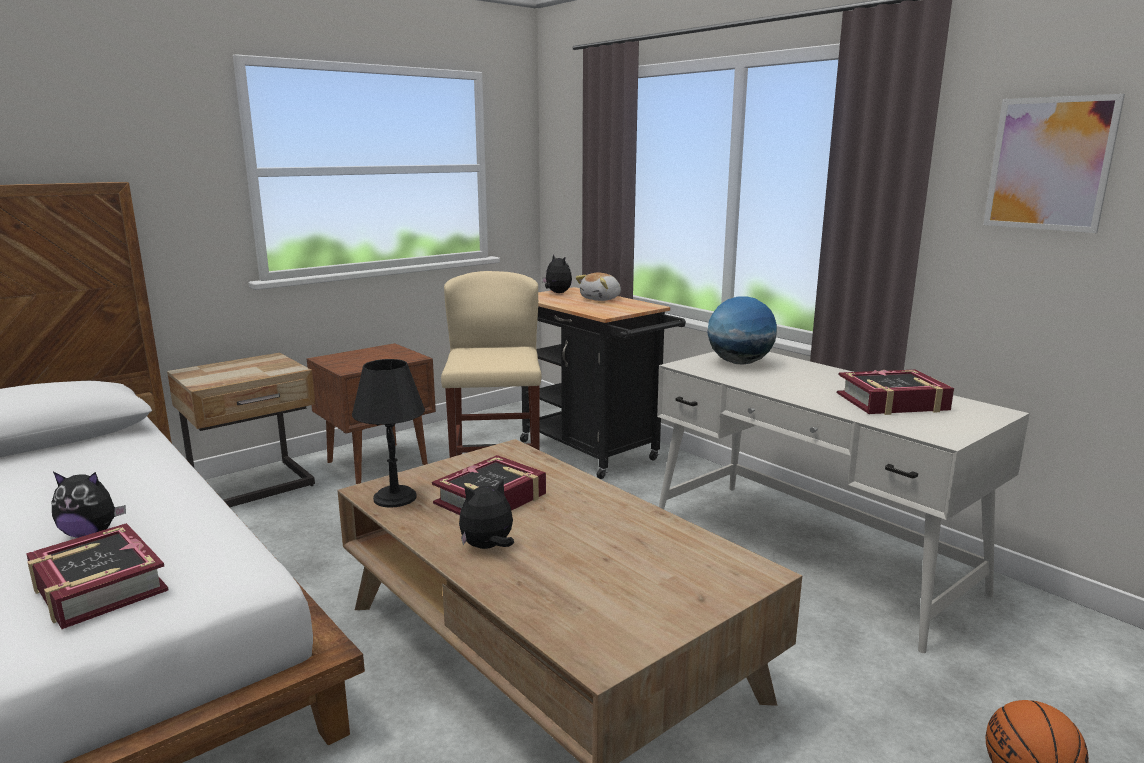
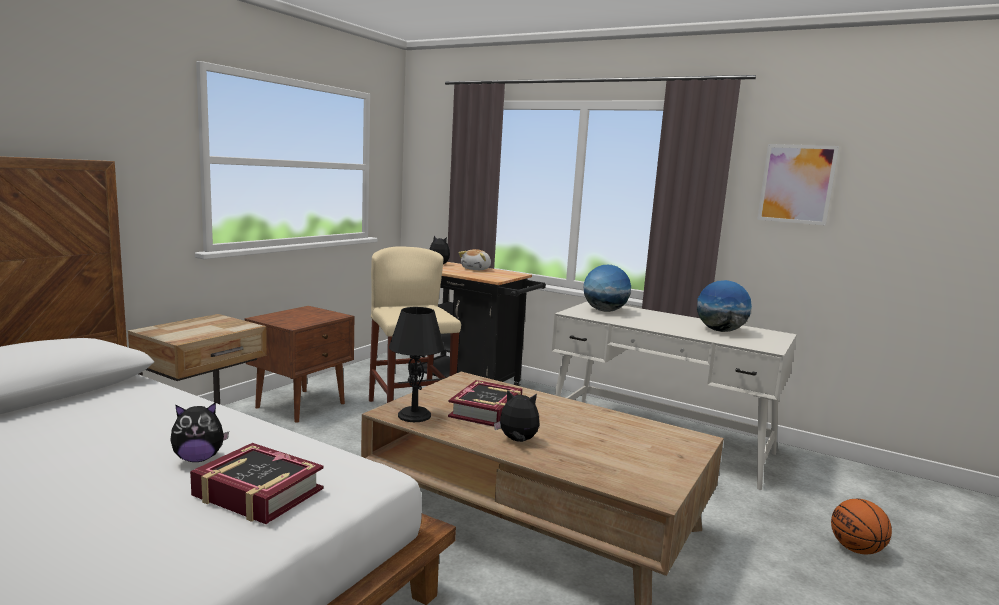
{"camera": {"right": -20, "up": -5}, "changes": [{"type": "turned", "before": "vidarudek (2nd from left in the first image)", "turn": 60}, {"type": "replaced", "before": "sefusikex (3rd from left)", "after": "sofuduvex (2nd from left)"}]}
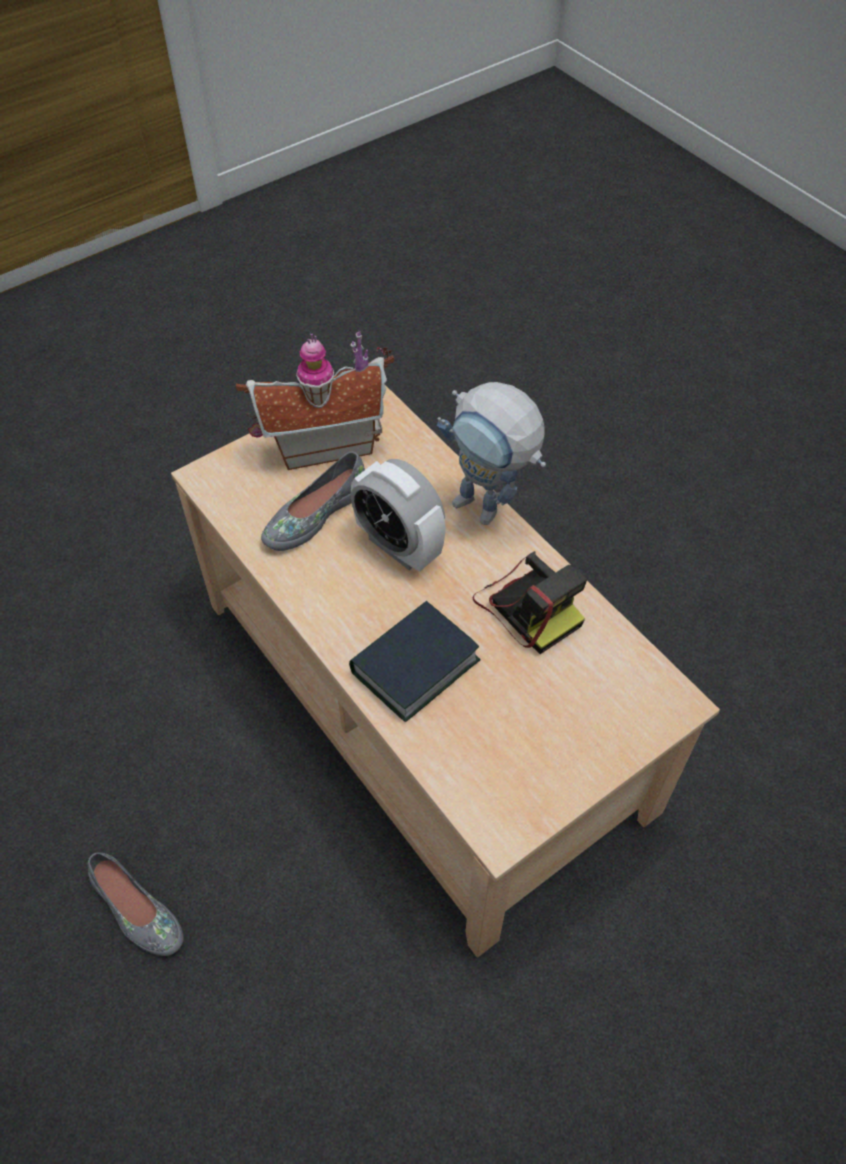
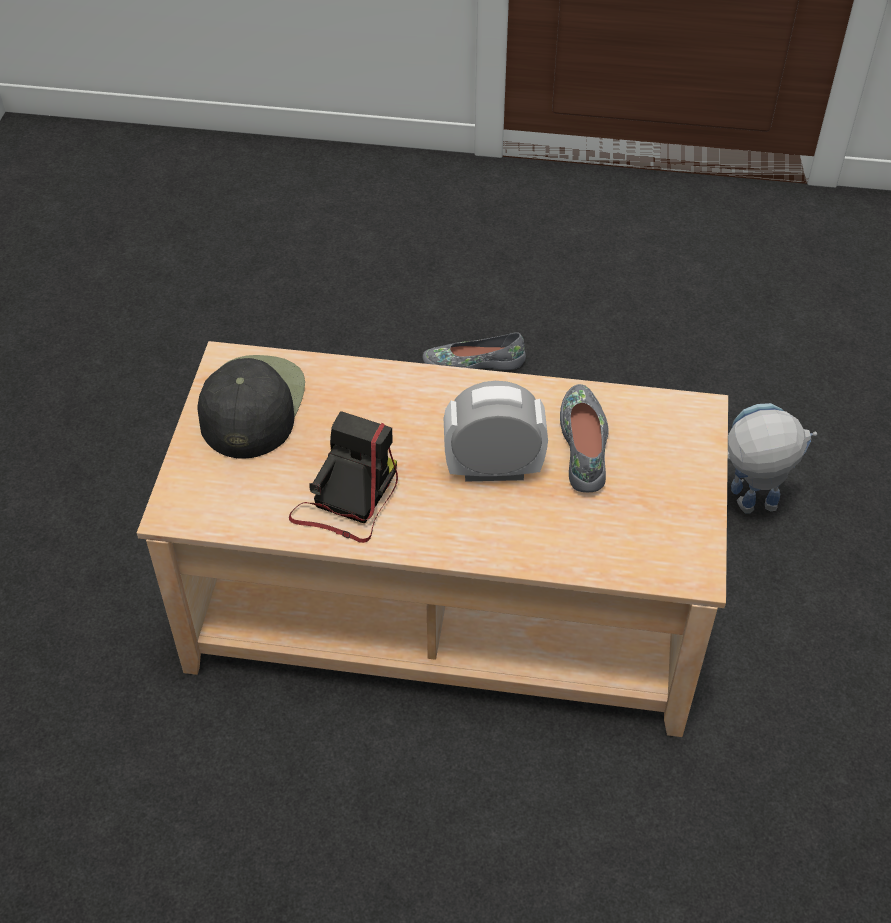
{"camera": {"right": 135, "up": -5}, "changes": [{"type": "added", "after": "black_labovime"}, {"type": "turned", "before": "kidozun", "turn": 105}, {"type": "moved", "before": "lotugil"}, {"type": "removed", "before": "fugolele"}, {"type": "removed", "before": "sefusikex"}]}
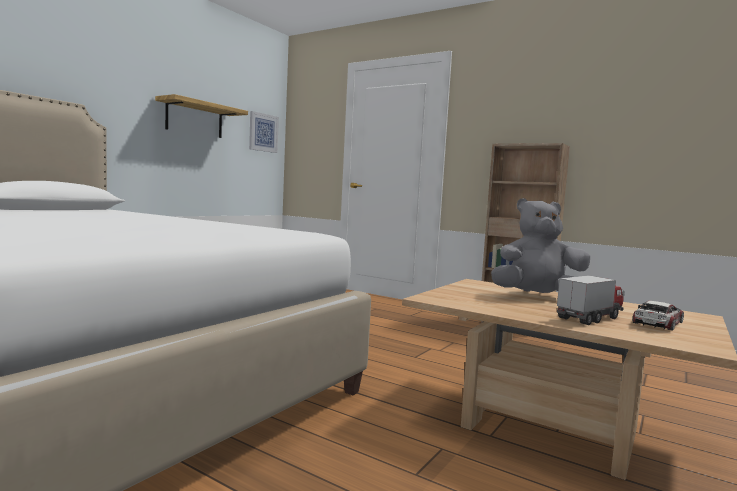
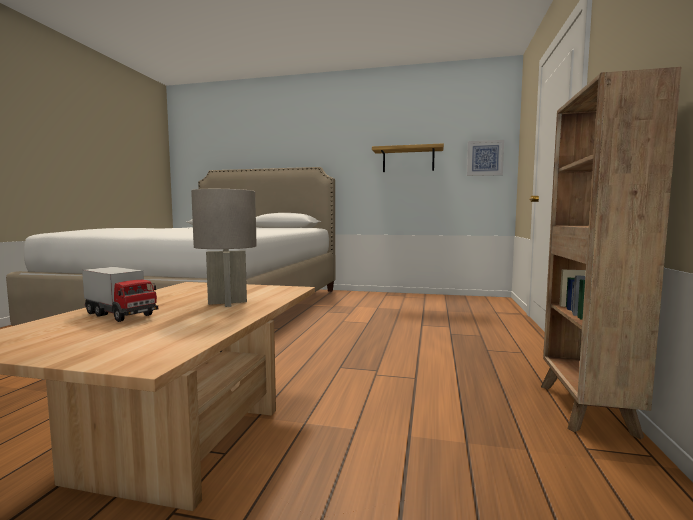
{"camera": {"right": 70, "up": 0}, "changes": [{"type": "replaced", "before": "grey_vidarudek", "after": "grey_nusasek"}, {"type": "removed", "before": "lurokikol"}]}
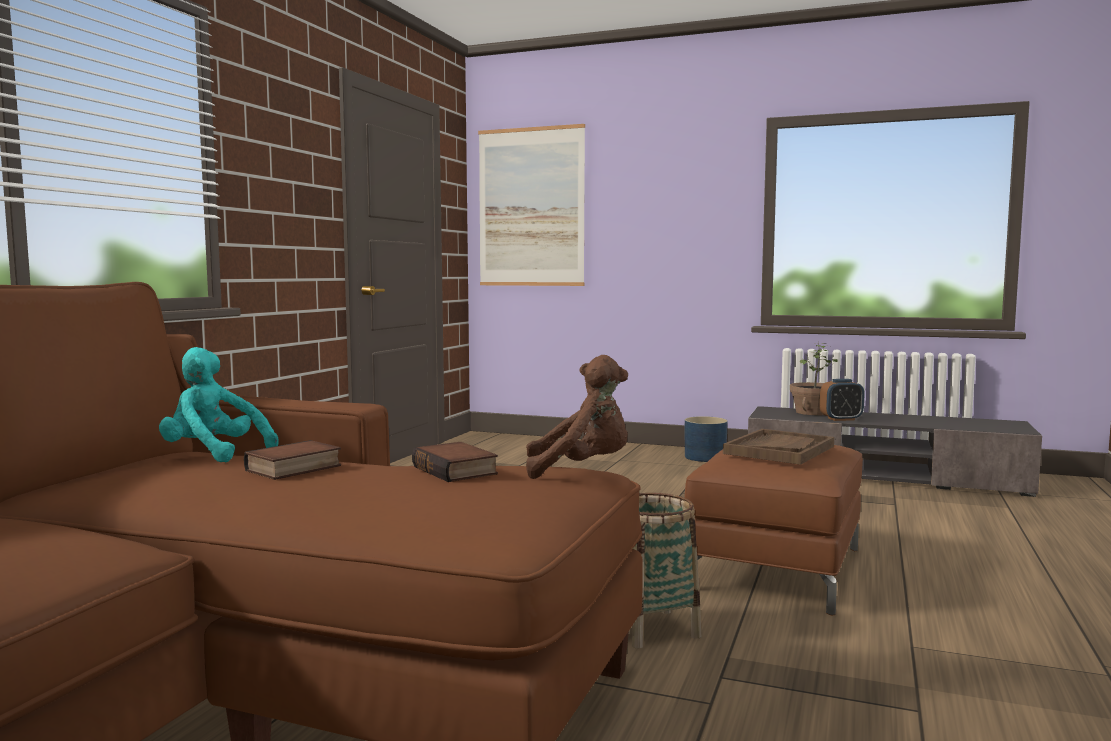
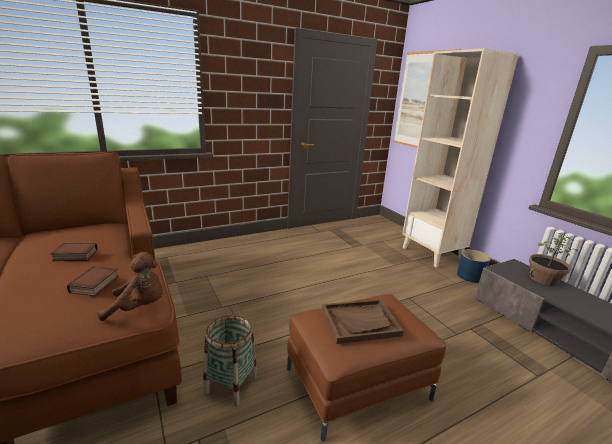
{"camera": {"right": 40, "up": 15}, "changes": [{"type": "turned", "before": "brown_vidarudek", "turn": -45}, {"type": "added", "after": "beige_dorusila"}, {"type": "removed", "before": "turquoise_vidarudek"}, {"type": "removed", "before": "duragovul"}]}
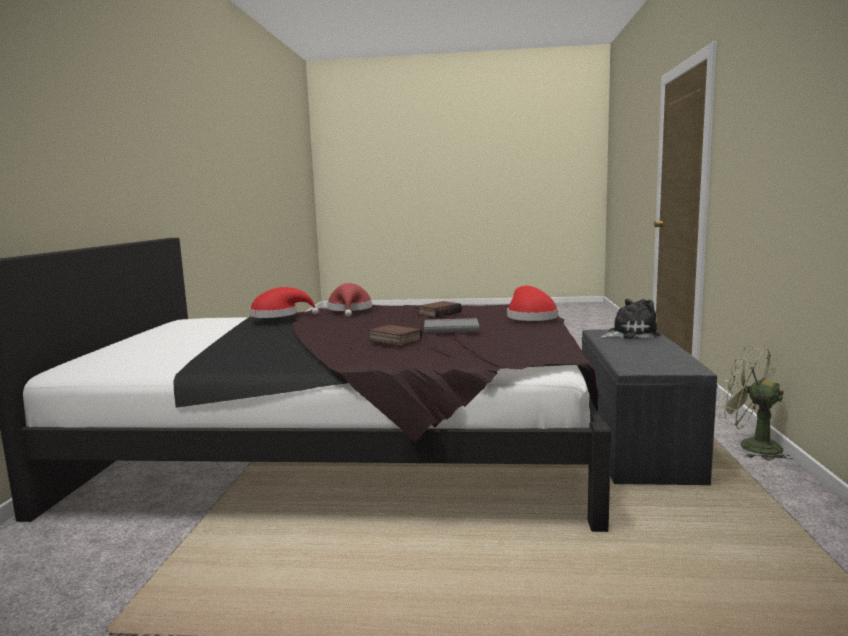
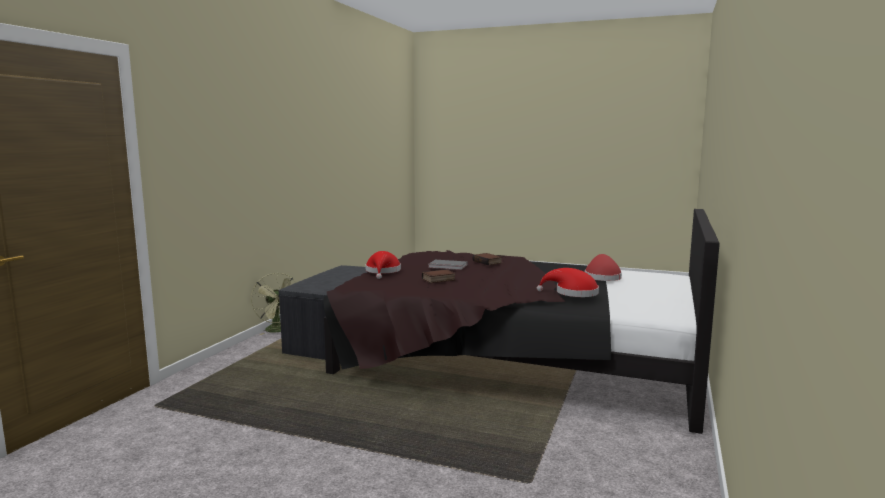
{"camera": {"right": -165, "up": 0}, "changes": [{"type": "moved", "before": "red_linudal (2nd from left in the first image)", "after": "red_linudal (3rd from left)"}, {"type": "removed", "before": "vidarudek"}]}
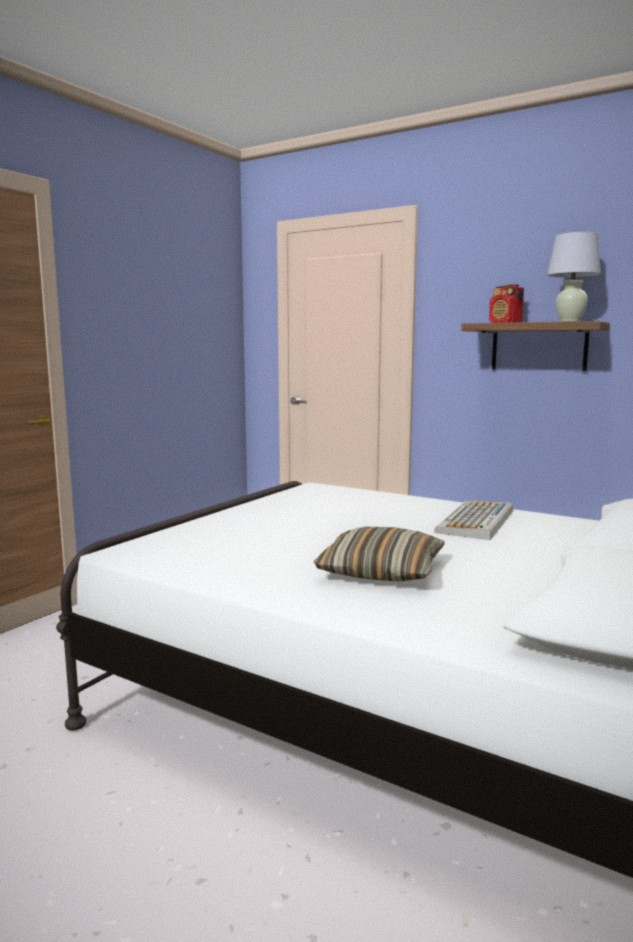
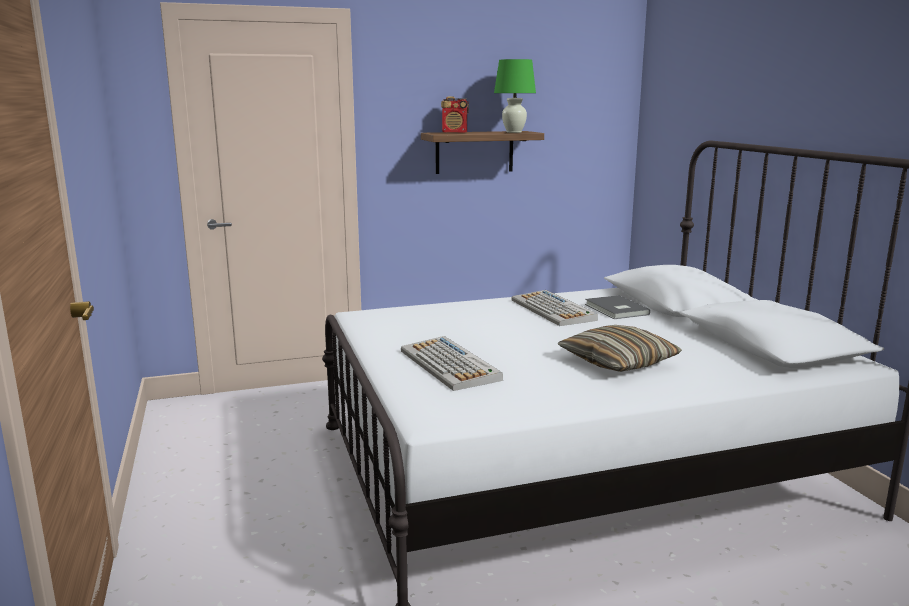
{"camera": {"right": -50, "up": 5}, "changes": [{"type": "added", "after": "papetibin (1st from left)"}, {"type": "recoloured", "before": "white_nusasek", "after": "green_nusasek"}, {"type": "added", "after": "grey_sefusikex"}]}
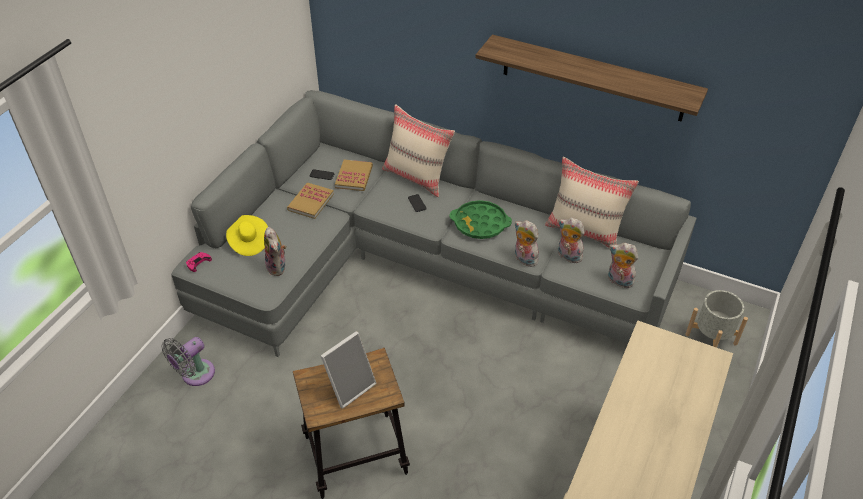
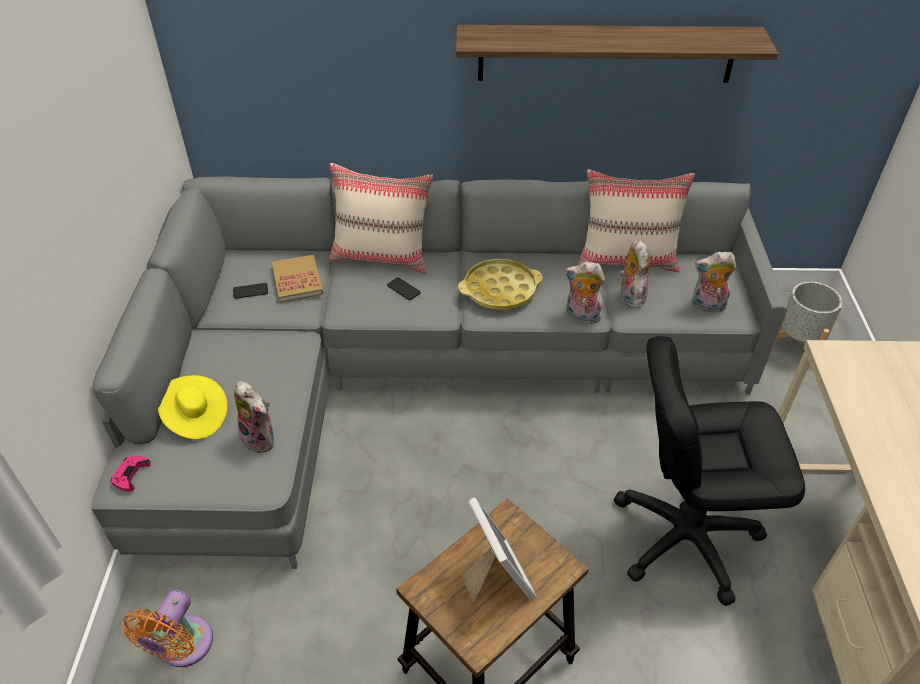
{"camera": {"right": -25, "up": 0}, "changes": [{"type": "recoloured", "before": "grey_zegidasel", "after": "orange_zegidasel"}, {"type": "recoloured", "before": "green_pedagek", "after": "yellow_pedagek"}, {"type": "turned", "before": "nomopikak", "turn": -45}, {"type": "added", "after": "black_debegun"}, {"type": "turned", "before": "vidarudek (3rd from left)", "turn": 75}, {"type": "removed", "before": "sefusikex (1st from left)"}]}
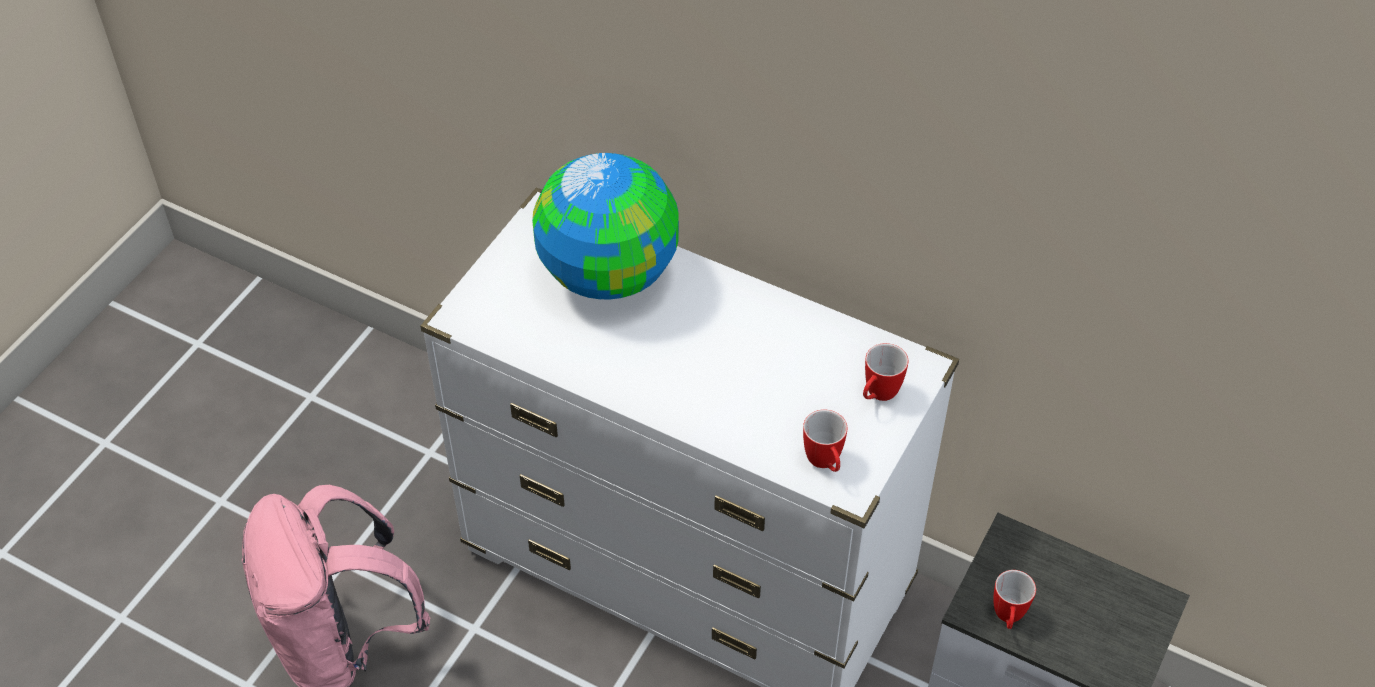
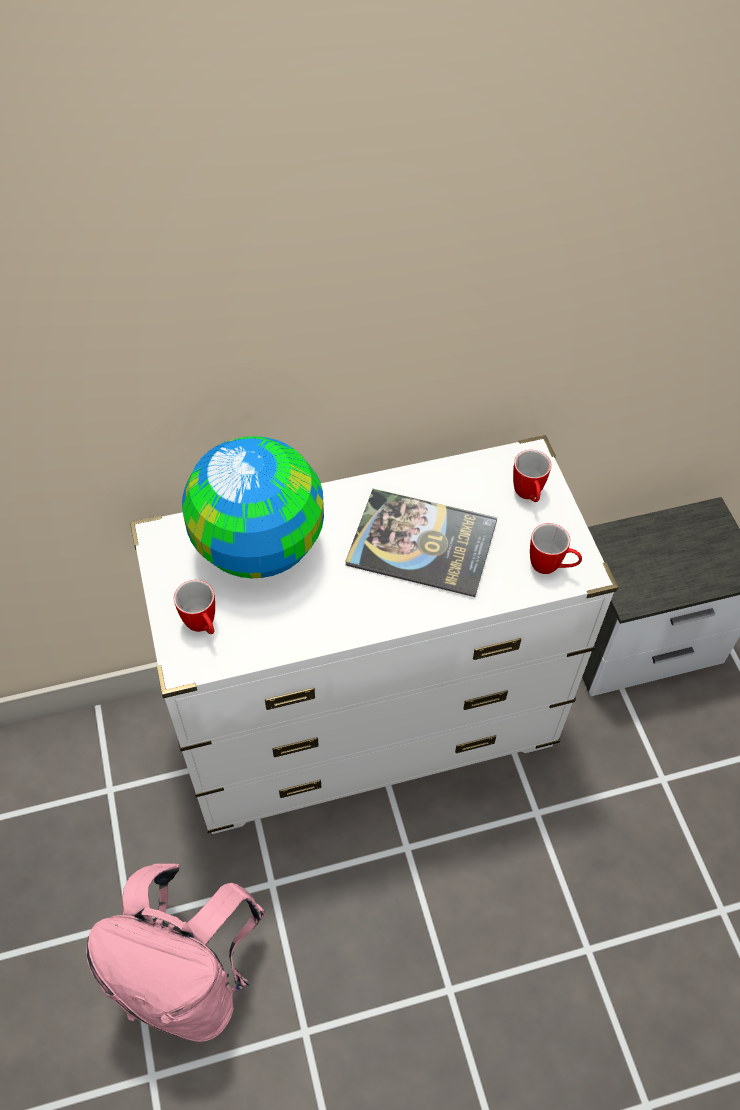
{"camera": {"right": -45, "up": 5}, "changes": [{"type": "moved", "before": "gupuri (3rd from left in the first image)", "after": "gupuri (1st from left)"}, {"type": "added", "after": "sefusikex"}]}
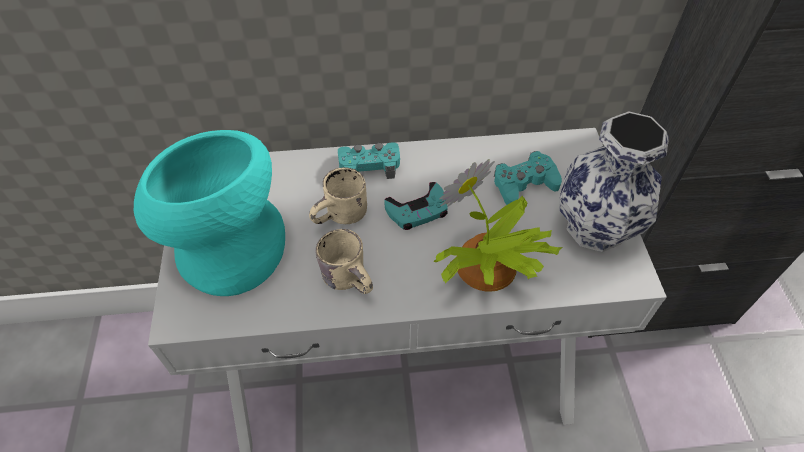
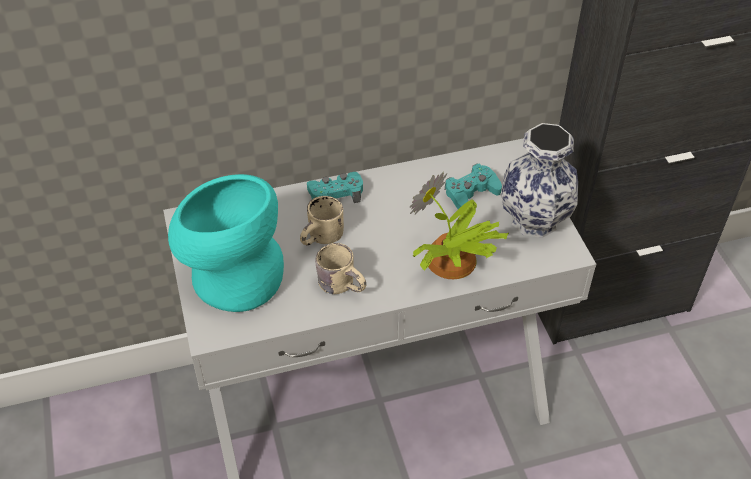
{"camera": {"right": -10, "up": -5}, "changes": [{"type": "removed", "before": "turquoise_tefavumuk (2nd from left)"}]}
